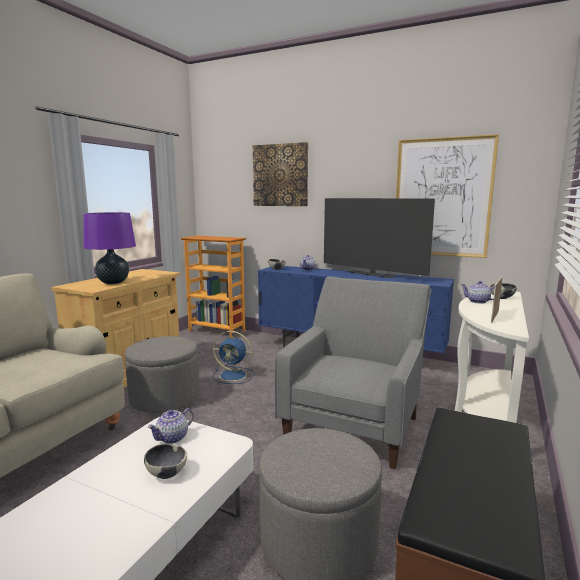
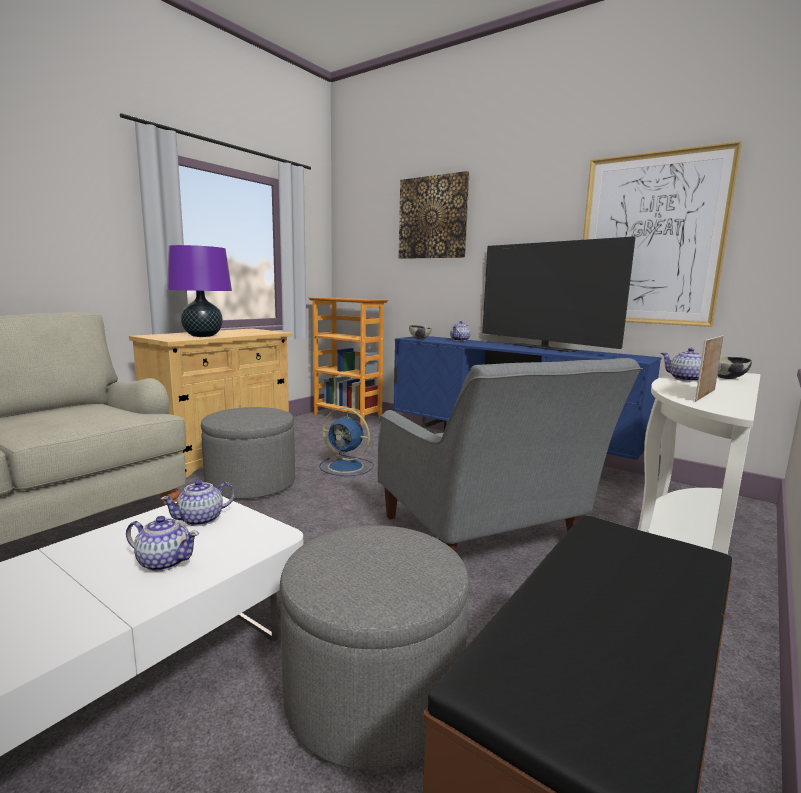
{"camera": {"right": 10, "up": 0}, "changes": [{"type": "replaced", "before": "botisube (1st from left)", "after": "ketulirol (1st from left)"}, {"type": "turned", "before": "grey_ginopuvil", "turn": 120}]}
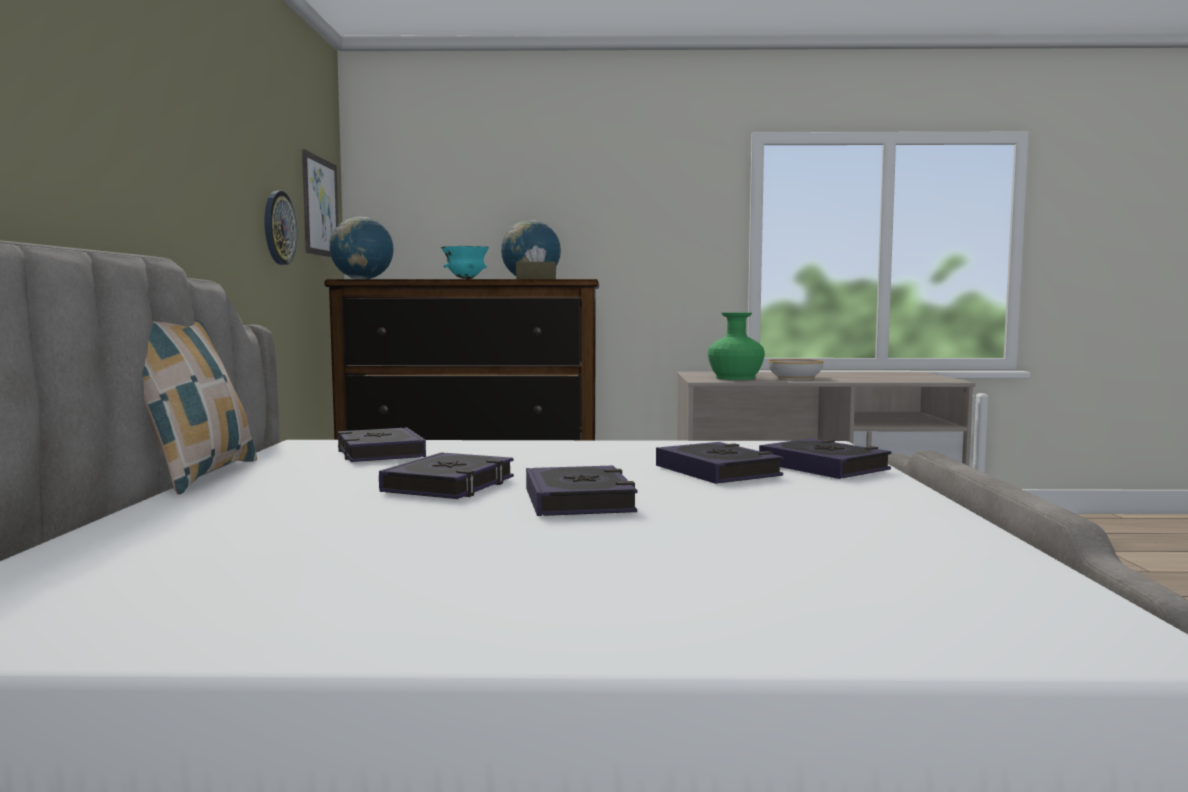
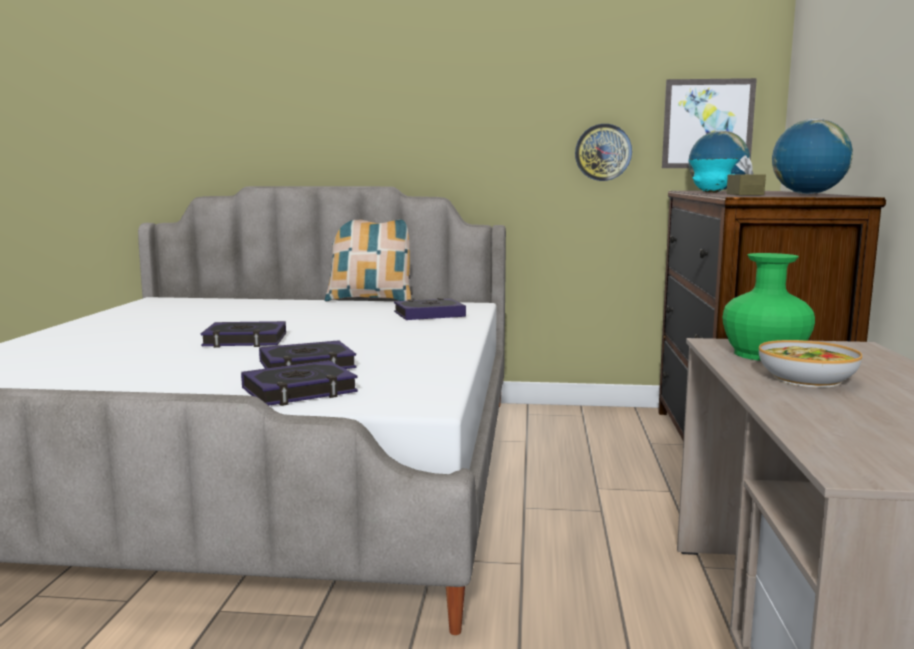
{"camera": {"right": 95, "up": 5}, "changes": [{"type": "removed", "before": "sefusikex (2nd from left)"}]}
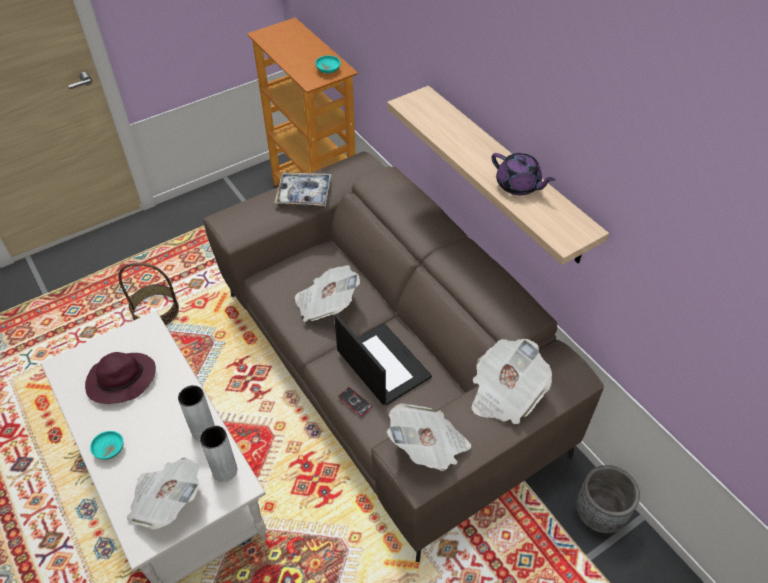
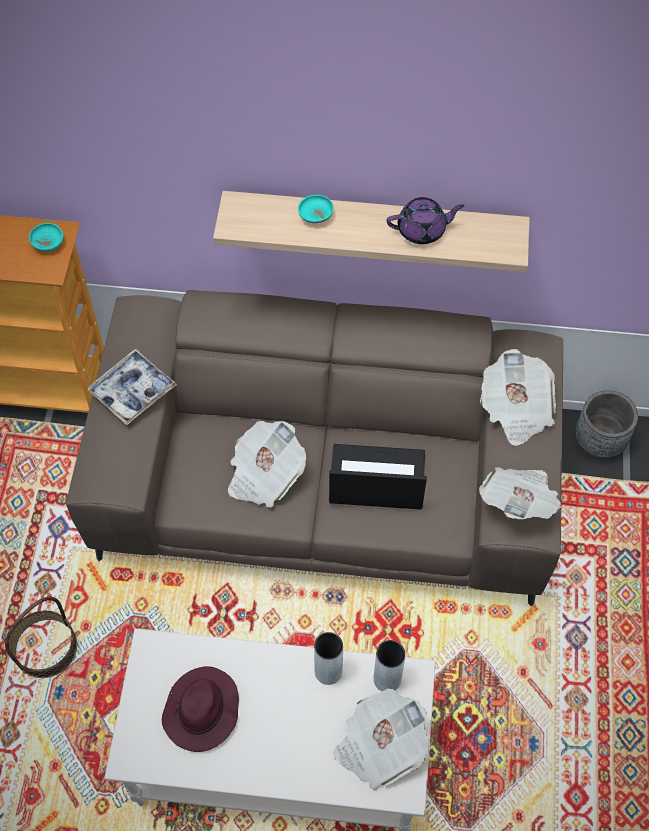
{"camera": {"right": -50, "up": 10}, "changes": [{"type": "moved", "before": "turquoise_botisube (1st from left in the first image)", "after": "turquoise_botisube (2nd from left)"}, {"type": "removed", "before": "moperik"}]}
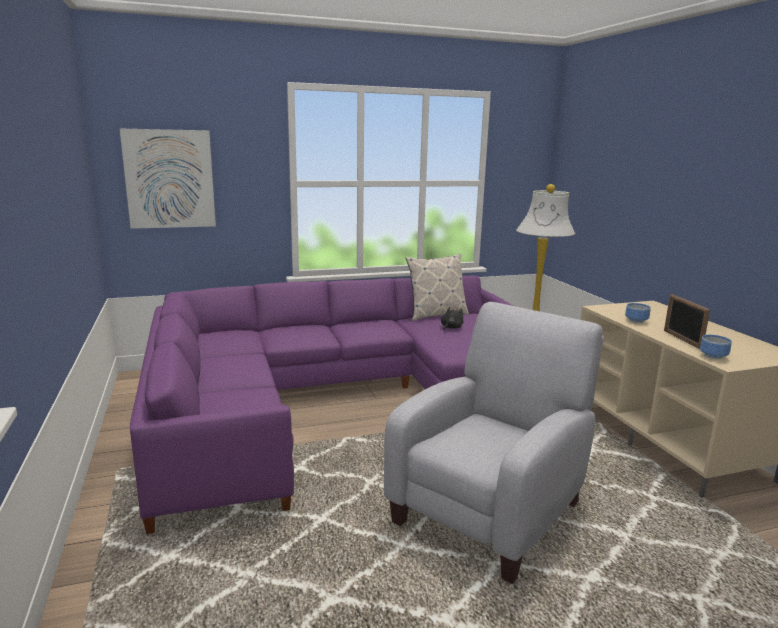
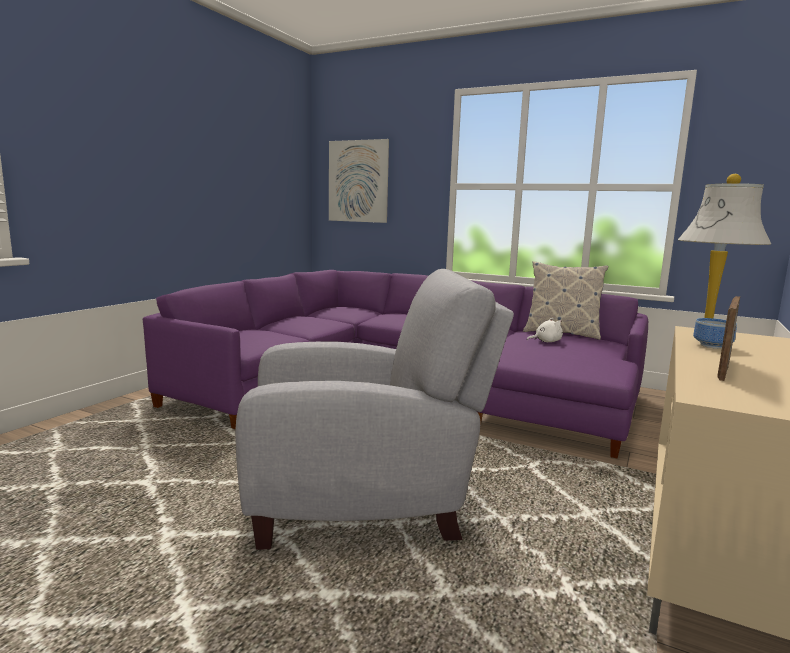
{"camera": {"right": 45, "up": -5}, "changes": [{"type": "recoloured", "before": "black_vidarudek", "after": "white_vidarudek"}, {"type": "removed", "before": "botisube (2nd from left)"}]}
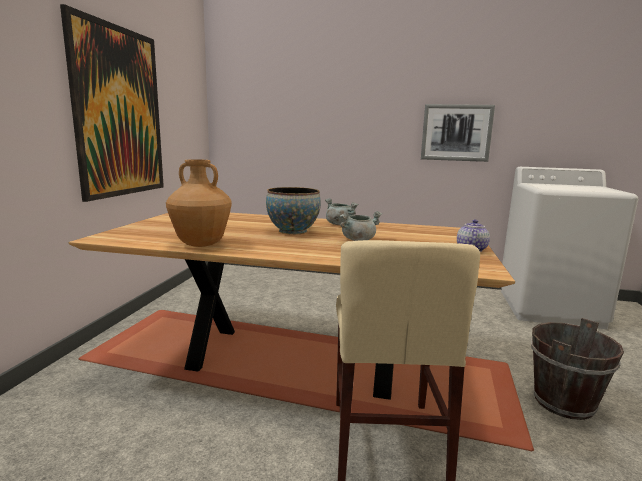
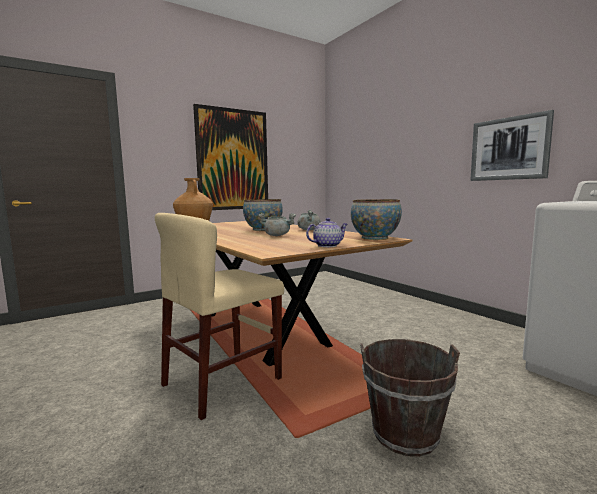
{"camera": {"right": 45, "up": -5}, "changes": [{"type": "added", "after": "botisube (2nd from left)"}]}
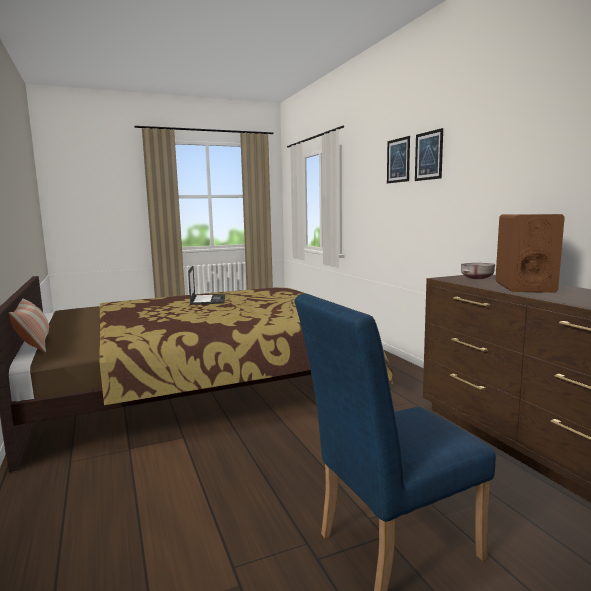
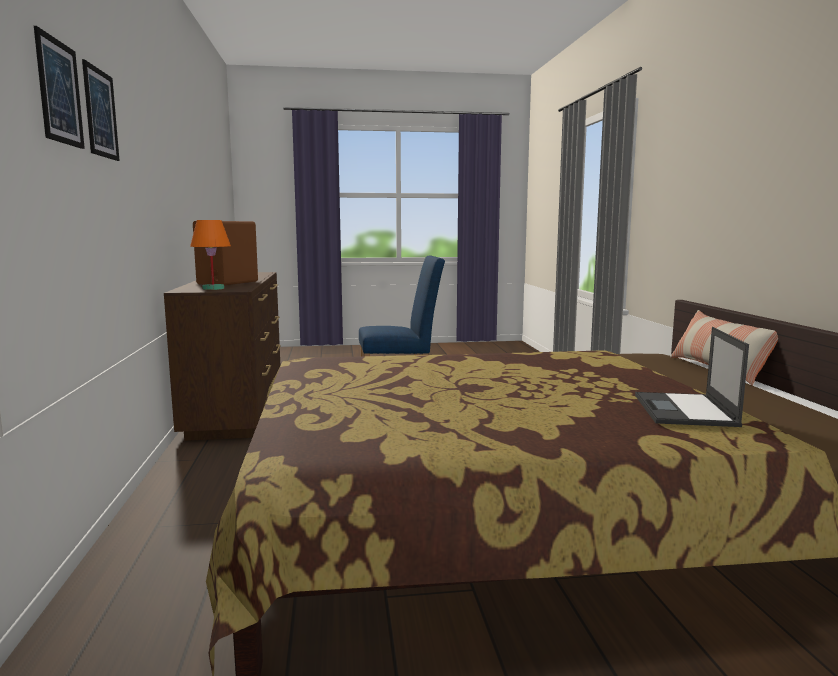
{"camera": {"right": -165, "up": 0}, "changes": [{"type": "replaced", "before": "grey_botisube", "after": "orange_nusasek"}, {"type": "moved", "before": "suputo"}]}
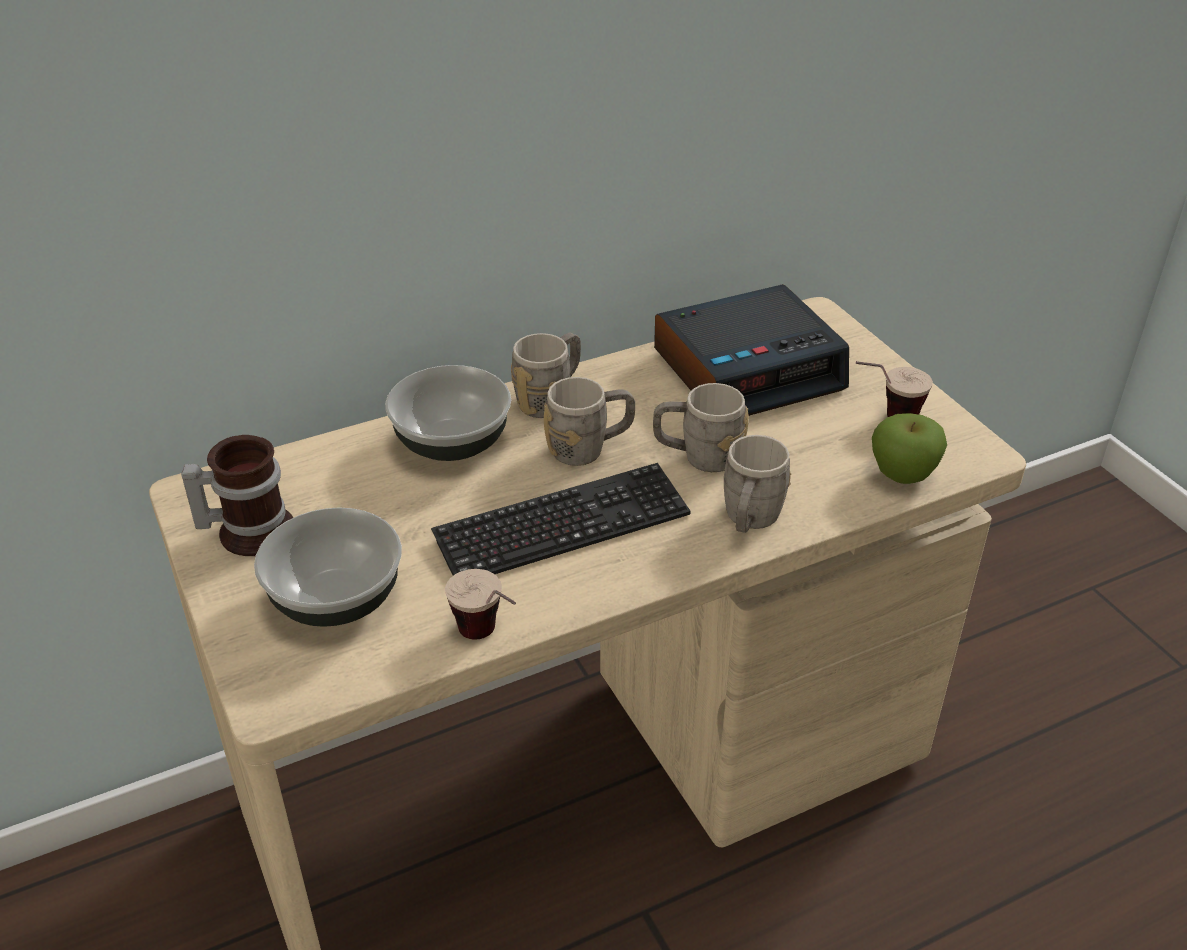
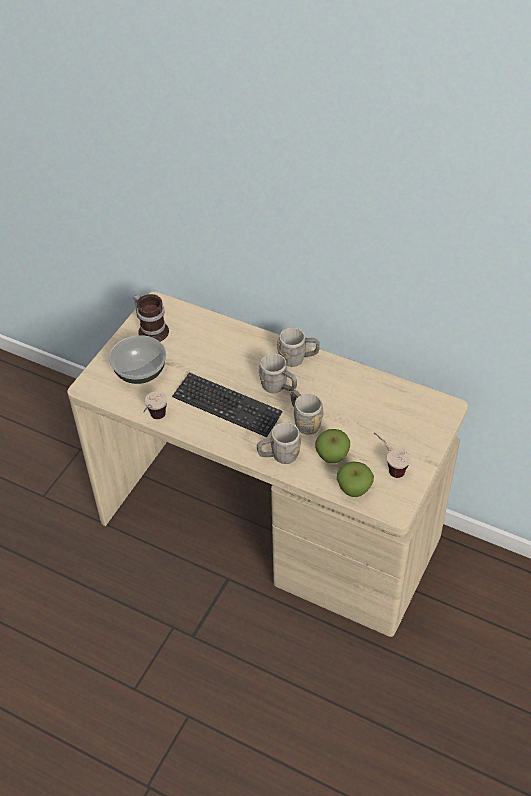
{"camera": {"right": 55, "up": 10}, "changes": [{"type": "added", "after": "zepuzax (1st from left)"}, {"type": "removed", "before": "botisube (2nd from left)"}, {"type": "removed", "before": "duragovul"}]}
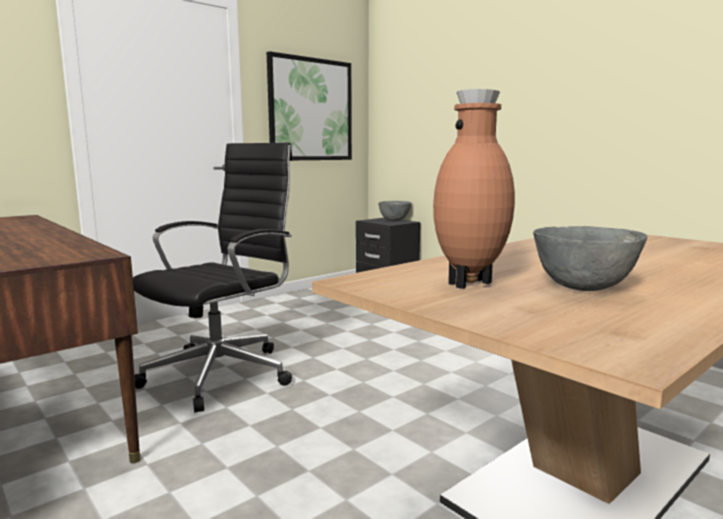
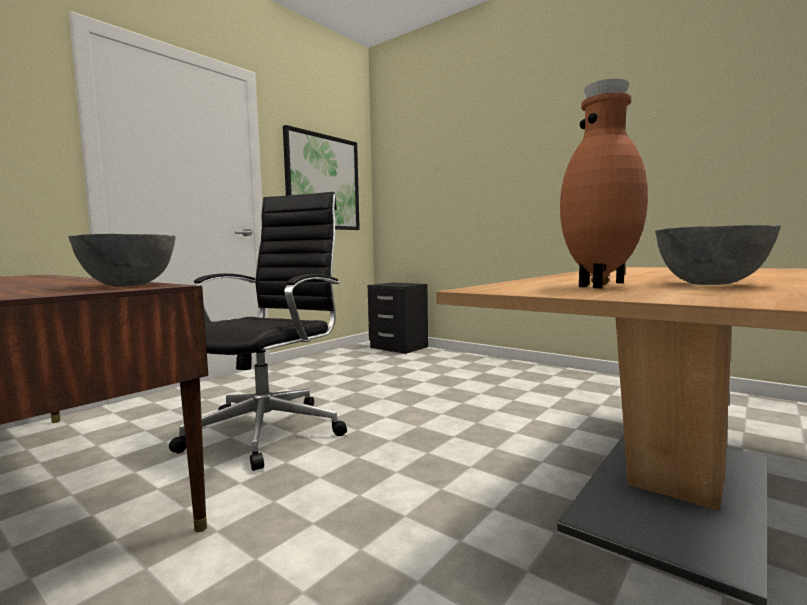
{"camera": {"right": -10, "up": -5}, "changes": [{"type": "moved", "before": "grey_botisube (1st from left)"}]}
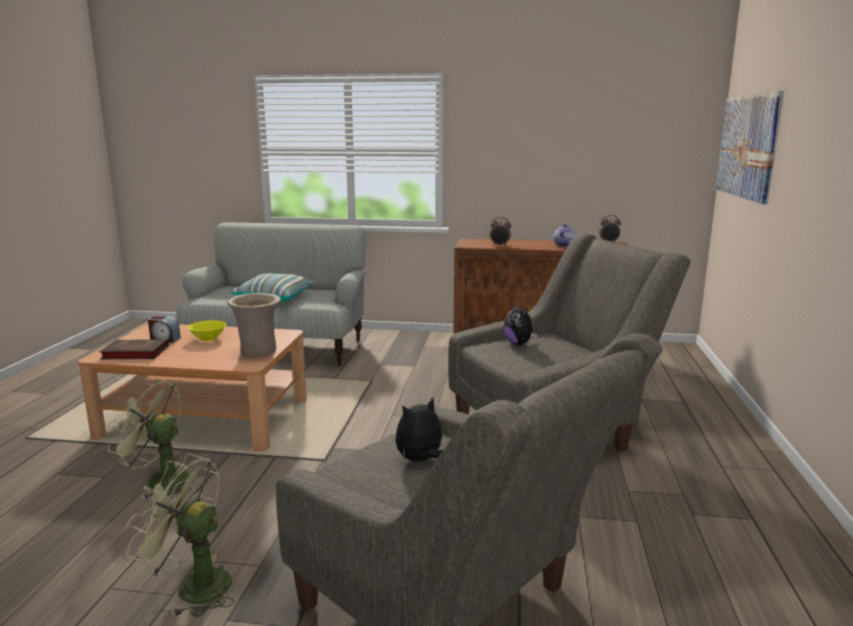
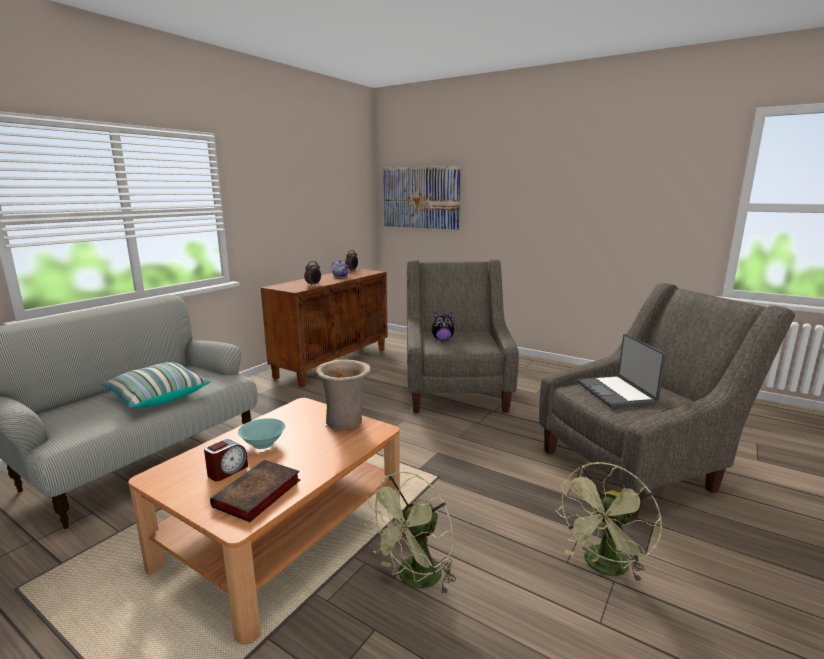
{"camera": {"right": -65, "up": 0}, "changes": [{"type": "recoloured", "before": "yellow_botisube", "after": "turquoise_botisube"}, {"type": "replaced", "before": "vidarudek (1st from left)", "after": "suputo"}]}
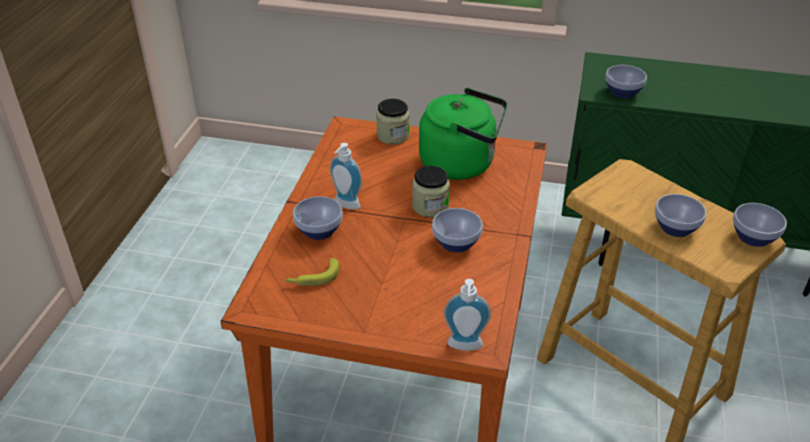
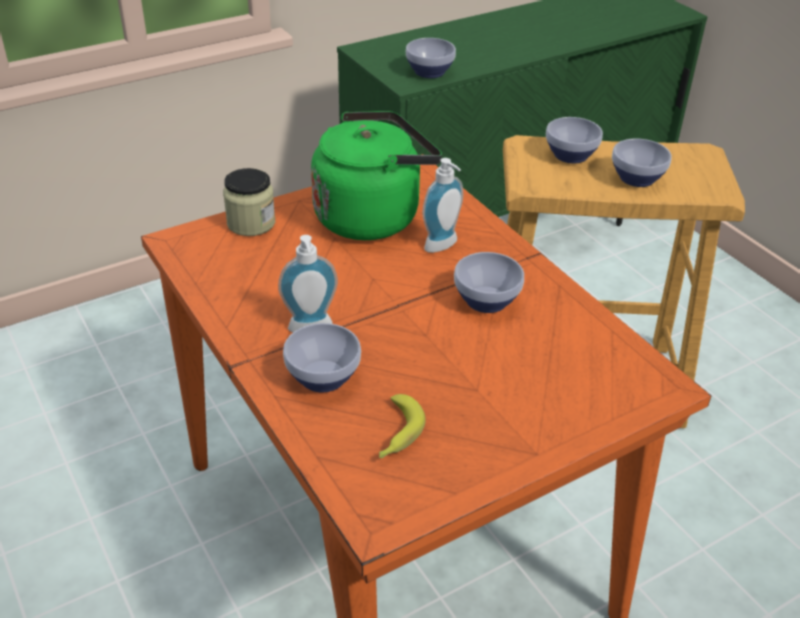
{"camera": {"right": -45, "up": 0}, "changes": [{"type": "moved", "before": "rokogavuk (2nd from left)"}, {"type": "moved", "before": "botisube (5th from left in the first image)", "after": "botisube (4th from left)"}, {"type": "removed", "before": "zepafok (2nd from left)"}]}
